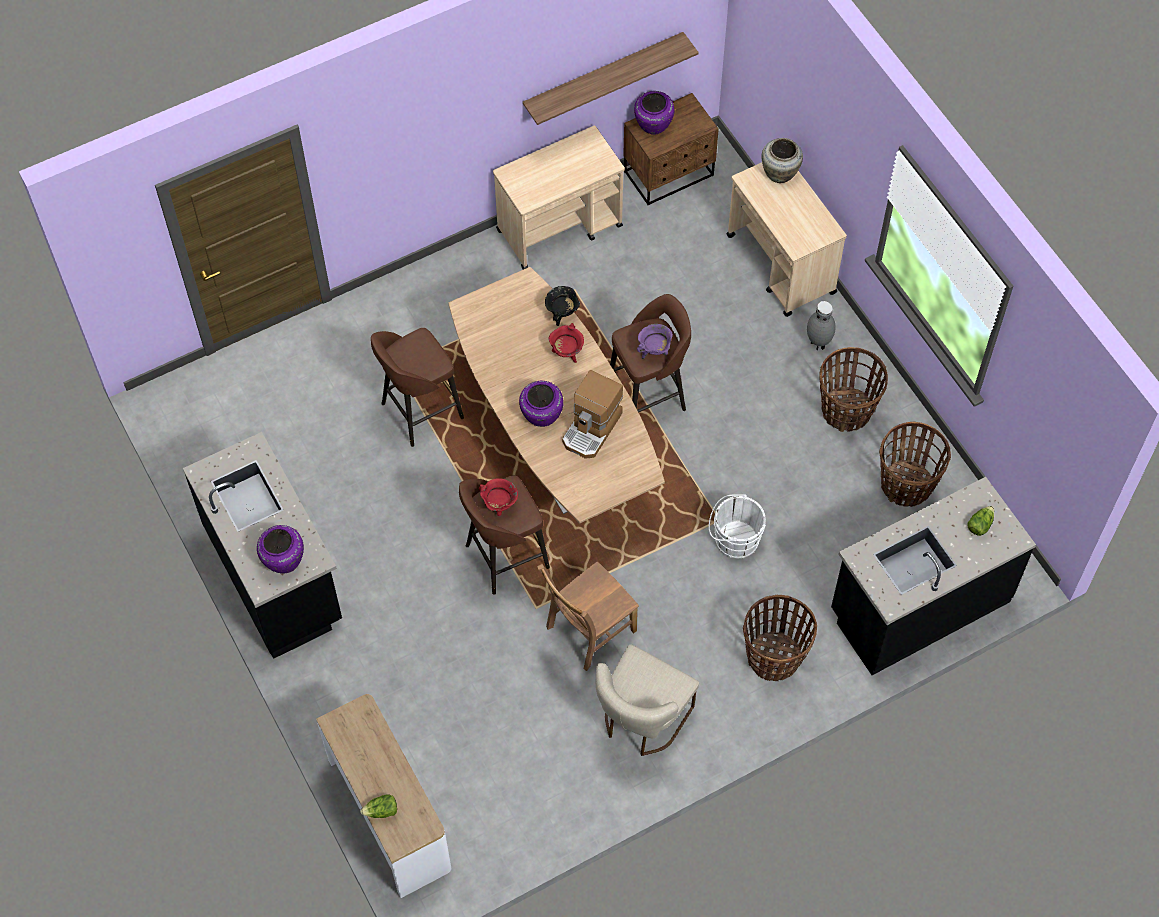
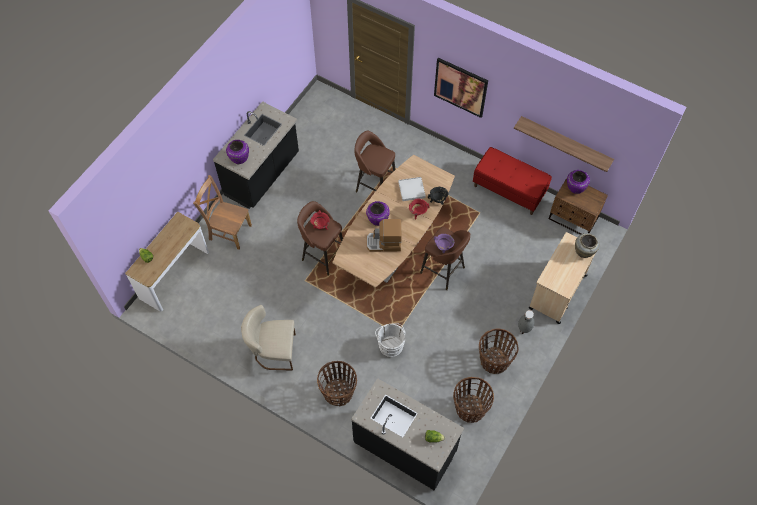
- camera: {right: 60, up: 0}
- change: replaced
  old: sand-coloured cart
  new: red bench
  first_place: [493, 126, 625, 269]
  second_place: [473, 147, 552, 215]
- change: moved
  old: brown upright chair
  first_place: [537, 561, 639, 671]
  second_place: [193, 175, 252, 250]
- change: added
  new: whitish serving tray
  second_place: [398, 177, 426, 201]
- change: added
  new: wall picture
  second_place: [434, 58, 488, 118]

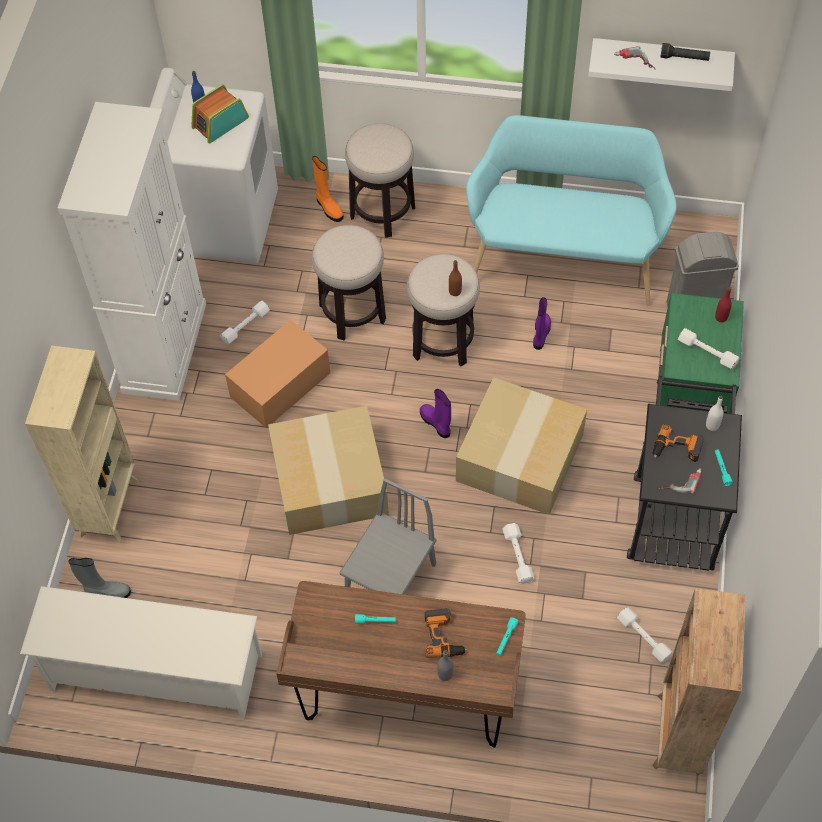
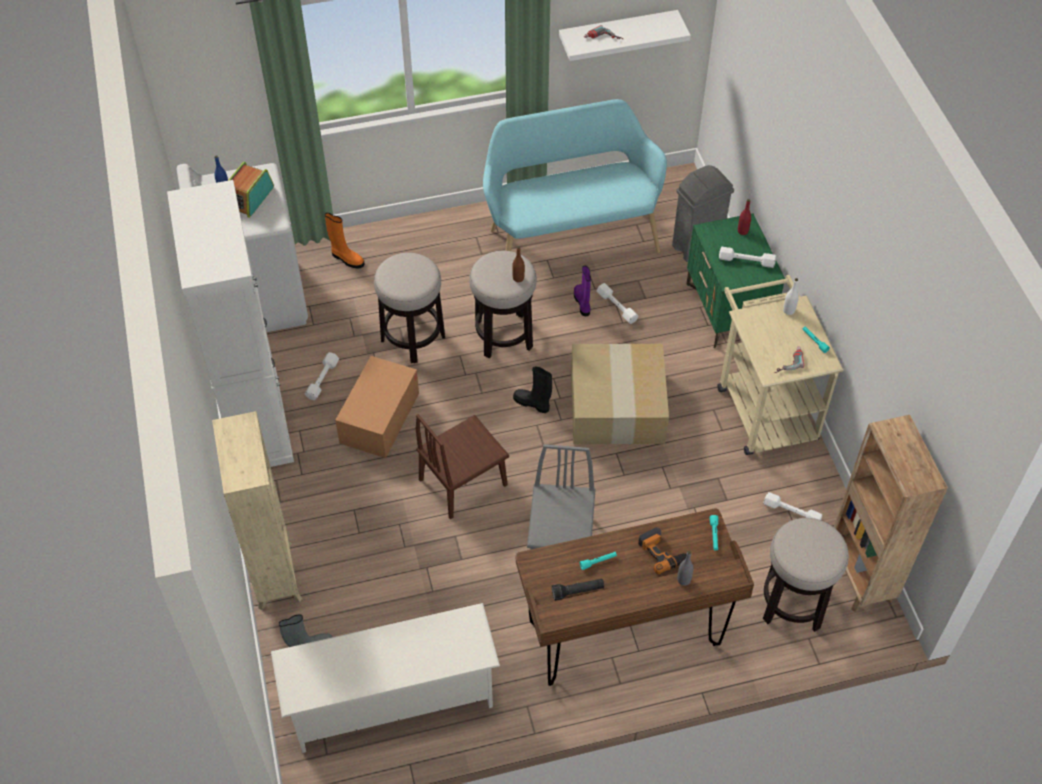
- camera: {right: -25, up: -5}
- change: replaced
  old: cardboard box
  new: brown upright chair
  first_place: [268, 406, 389, 535]
  second_place: [416, 414, 509, 519]
- change: moved
  old: sitting stool
  first_place: [345, 123, 415, 238]
  second_place: [763, 518, 849, 632]
- change: recoloured
  old: purple tall boot
  new: blackish tall boot
  first_place: [420, 389, 451, 438]
  second_place: [513, 366, 552, 413]
- change: moved
  old: whitish free weight
  first_place: [502, 523, 534, 584]
  second_place: [596, 283, 639, 324]
- change: recoloured
  old: blackish cart
  new: sand-coloured cart
  first_place: [627, 376, 742, 571]
  second_place: [717, 275, 843, 455]
- change: removed
  old: drill
  first_place: [652, 424, 704, 462]
- change: moved
  old: blackish torch
  first_place: [660, 43, 710, 61]
  second_place: [552, 579, 604, 601]

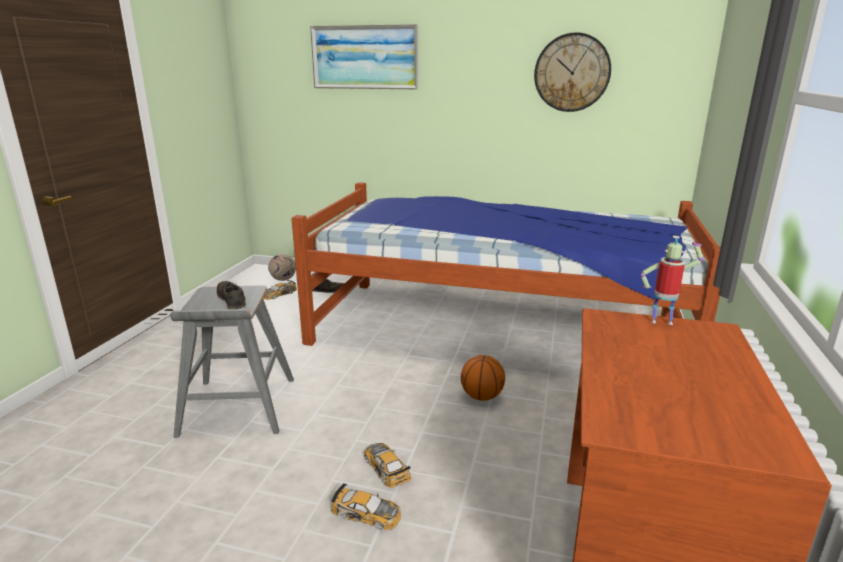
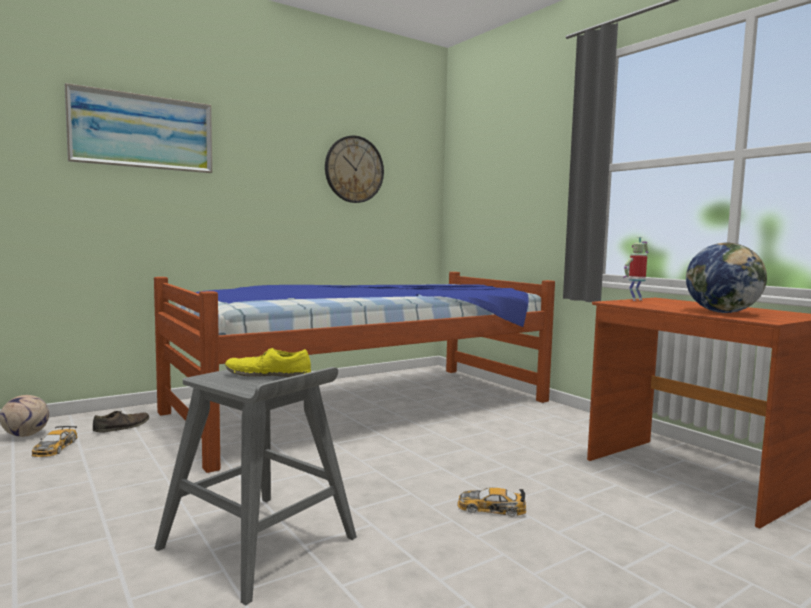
- camera: {right: -50, up: -15}
- change: recoloured
  old: brown item of footwear
  new: yellow-coloured item of footwear
  first_place: [217, 281, 246, 309]
  second_place: [225, 348, 311, 377]
- change: removed
  old: toy car
  first_place: [331, 483, 401, 530]
- change: removed
  old: ball for basketball
  first_place: [461, 355, 505, 401]
- change: added
  new: globe
  second_place: [686, 243, 767, 313]

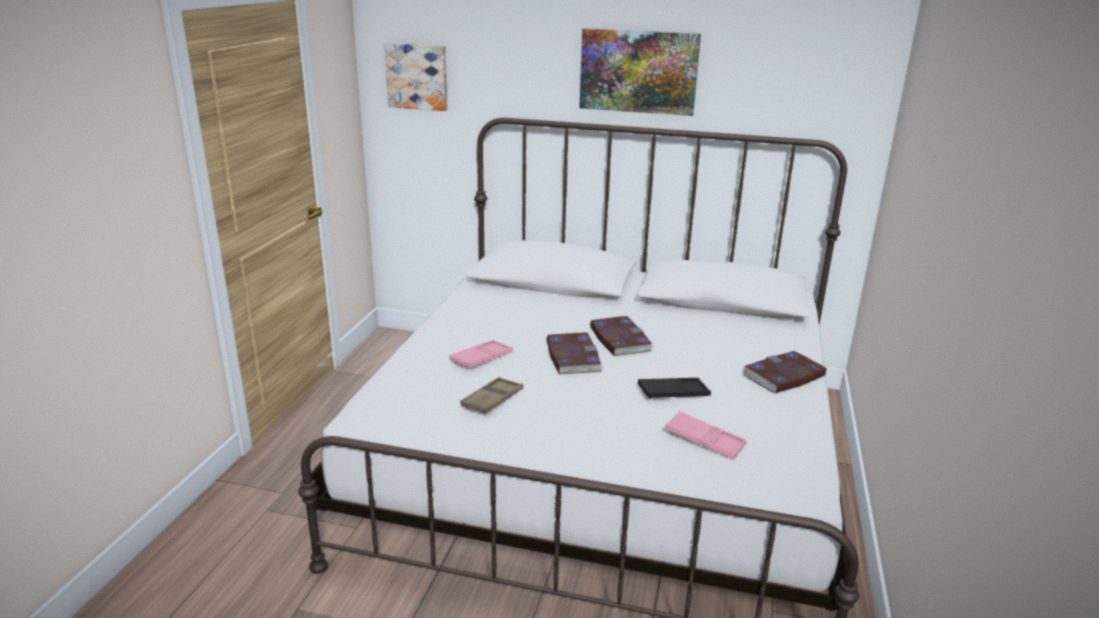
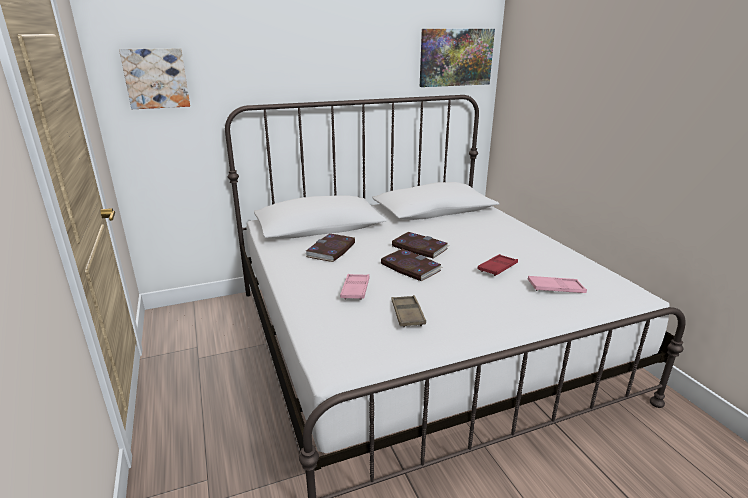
- camera: {right: -35, up: 0}
- change: moved
  old: wall picture
  first_place: [579, 28, 701, 116]
  second_place: [420, 29, 495, 87]
- change: recoloured
  old: blackish serving tray
  new: red serving tray
  first_place: [638, 378, 711, 399]
  second_place: [477, 254, 518, 276]
- change: moved
  old: book
  first_place: [742, 351, 827, 393]
  second_place: [306, 234, 355, 262]

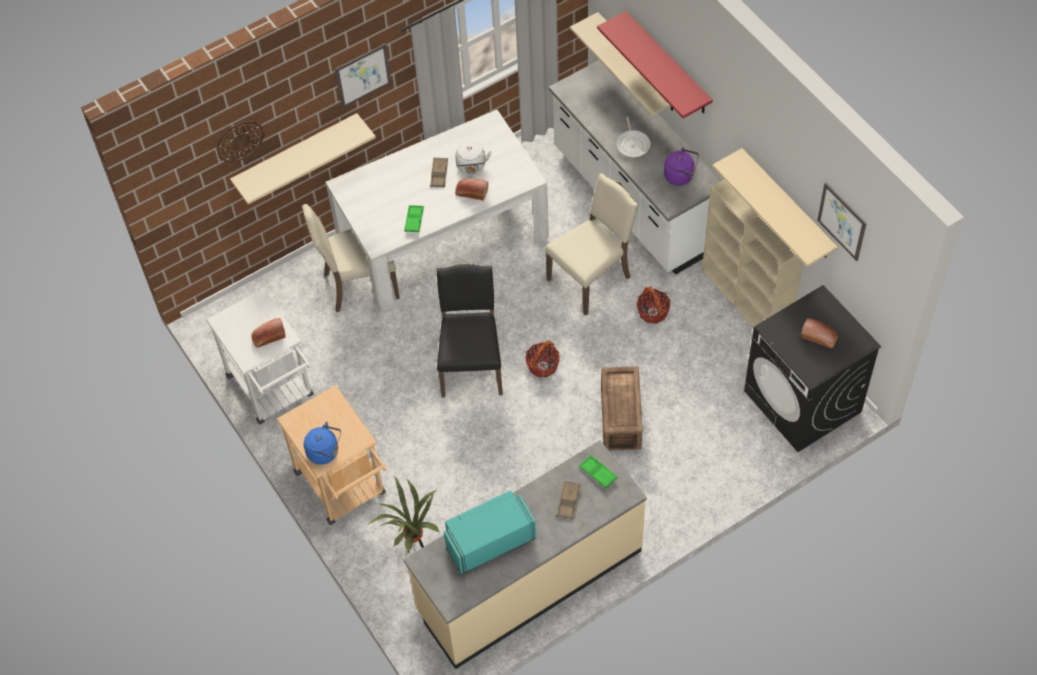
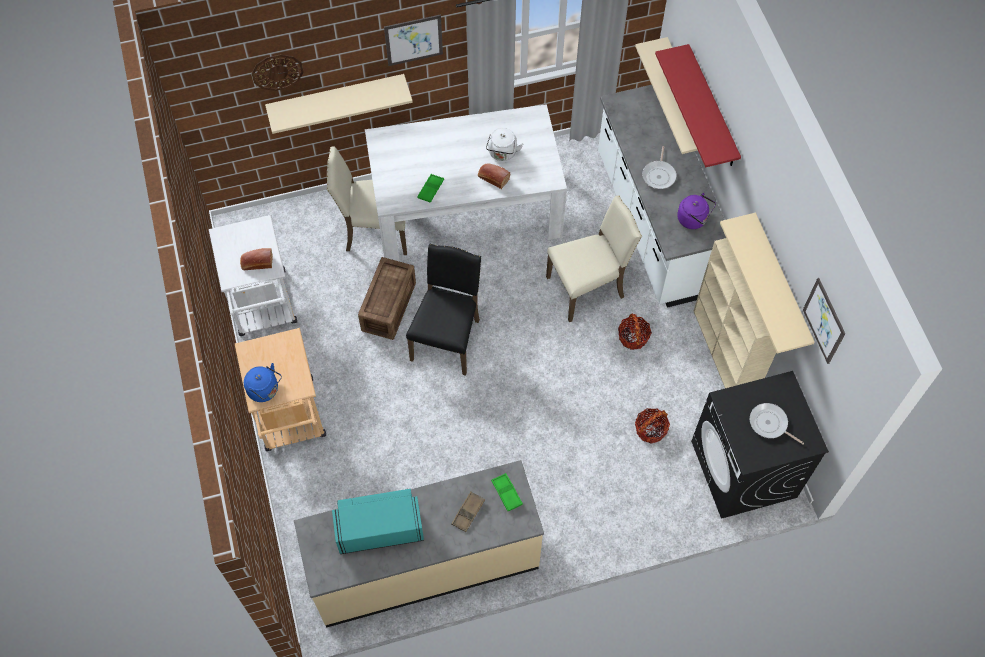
- camera: {right: 15, up: 5}
- change: removed
  old: houseplant
  first_place: [369, 477, 440, 553]
- change: removed
  old: brown serving tray
  first_place: [430, 157, 448, 187]
- change: moved
  old: household basket
  first_place: [526, 340, 560, 377]
  second_place: [635, 408, 670, 444]
- change: moved
  old: crate
  first_place: [601, 367, 642, 451]
  second_place: [358, 257, 416, 340]
- change: replaced
  old: bakery bread
  new: skillet
  first_place: [802, 318, 838, 348]
  second_place: [750, 403, 804, 444]

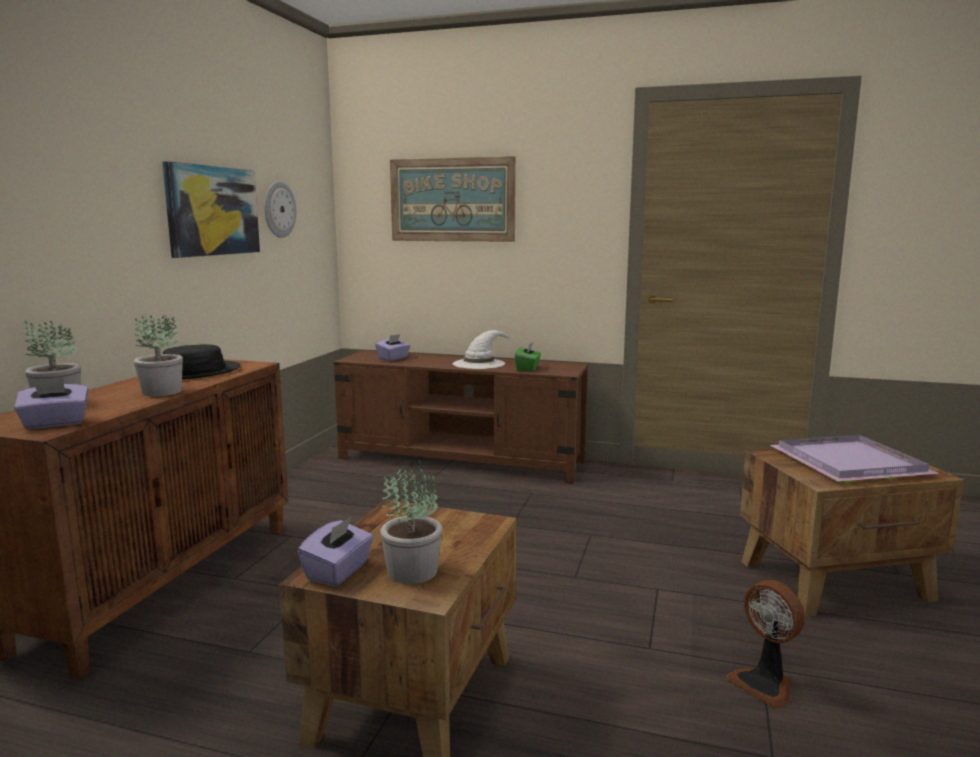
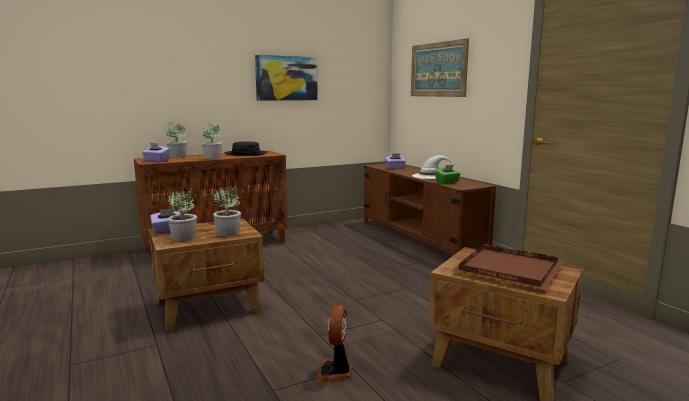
- camera: {right: 45, up: 0}
- change: removed
  old: wall clock
  first_place: [264, 181, 296, 238]
- change: recoloured
  old: purple serving tray
  new: brown serving tray
  first_place: [770, 435, 940, 484]
  second_place: [451, 244, 564, 290]
- change: added
  new: houseplant
  second_place: [213, 186, 241, 236]

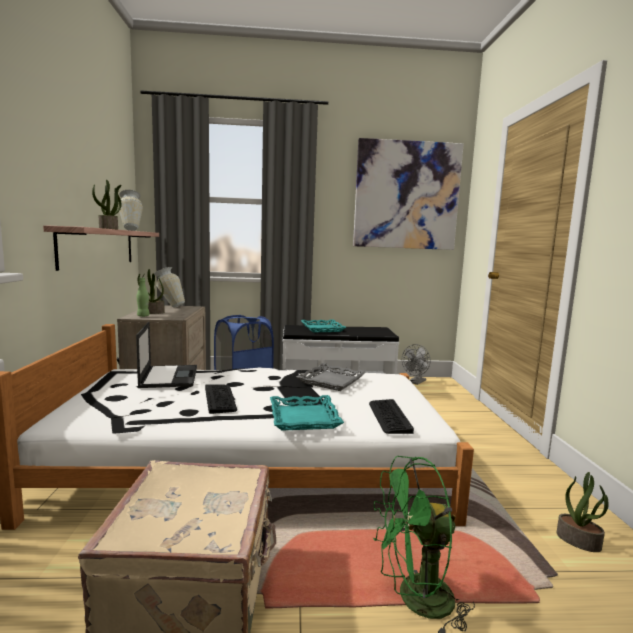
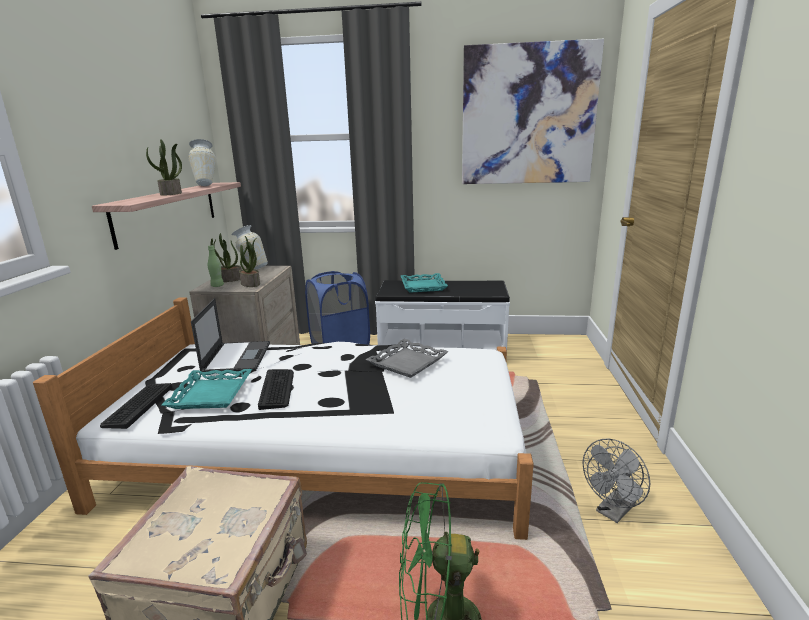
- camera: {right: 10, up: 10}
- change: moved
  old: turquoise-coloured serving tray
  first_place: [270, 395, 344, 431]
  second_place: [162, 369, 252, 409]
- change: moved
  old: keyboard
  first_place: [369, 399, 414, 434]
  second_place: [100, 383, 172, 429]
- change: moved
  old: greyish electric fan
  first_place: [402, 344, 431, 385]
  second_place: [583, 438, 650, 523]
- change: moved
  old: houseplant
  first_place: [556, 472, 609, 552]
  second_place: [239, 236, 260, 287]

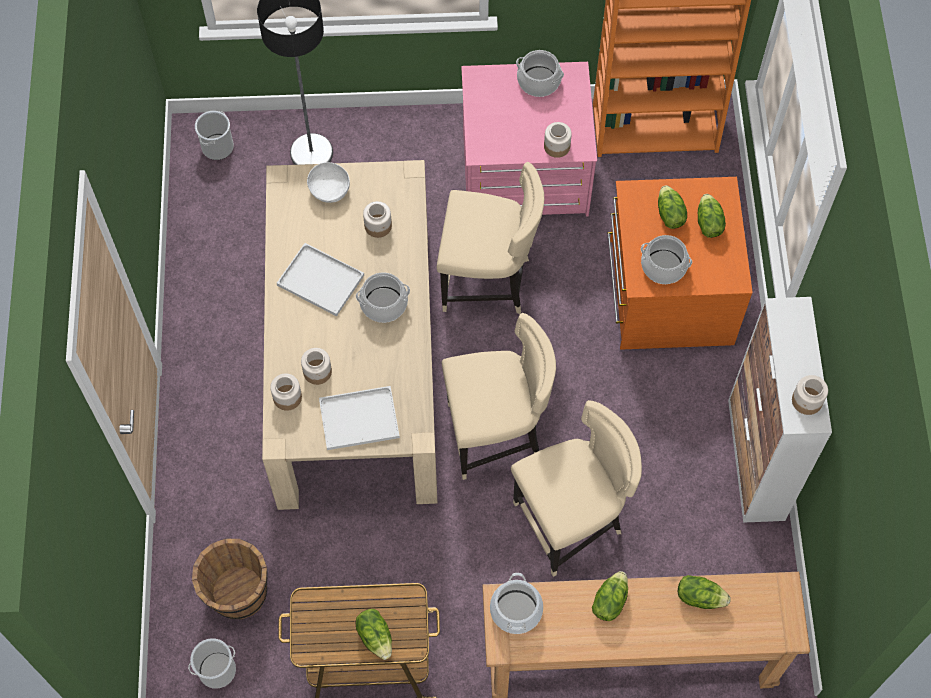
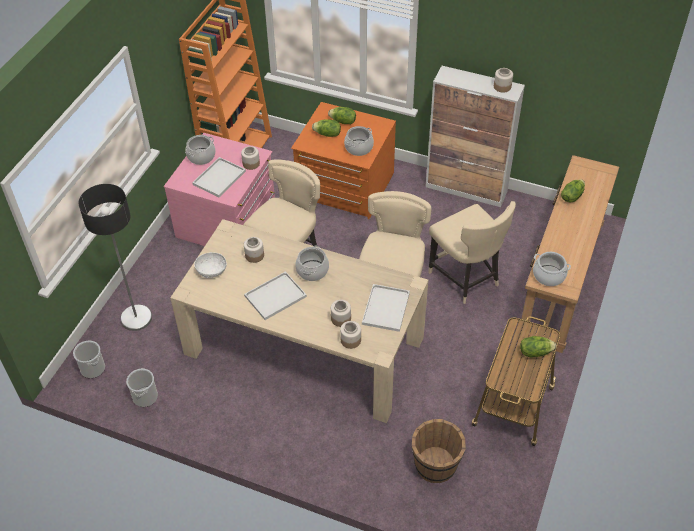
- camera: {right: -65, up: -15}
- change: moved
  old: bucket
  first_place: [188, 638, 236, 689]
  second_place: [126, 368, 158, 407]
- change: turned
  old: sand-coloured upright chair
  first_place: [511, 400, 642, 577]
  second_place: [428, 201, 516, 304]
  degrees: 150
- change: removed
  old: lettuce head
  first_place: [592, 571, 628, 621]
- change: added
  new: whitish serving tray
  second_place: [192, 157, 246, 197]

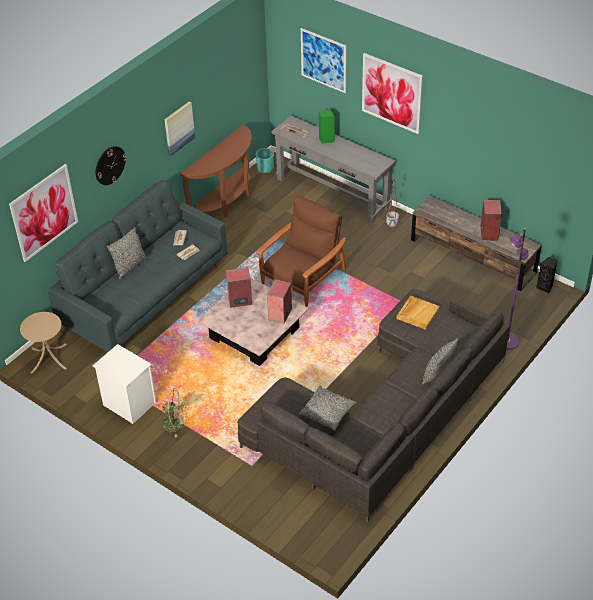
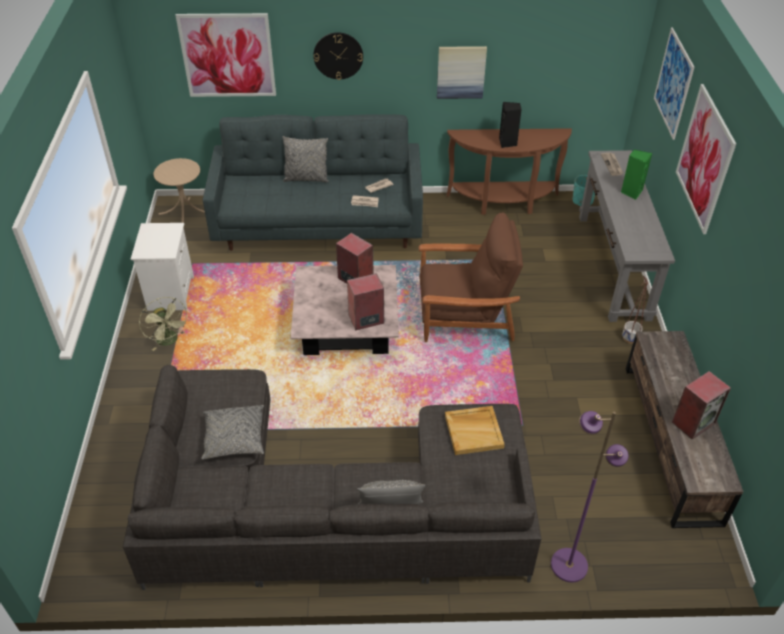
- camera: {right: 50, up: 0}
- change: moved
  old: blackish loudspeaker
  first_place: [536, 257, 558, 293]
  second_place: [499, 102, 522, 148]

